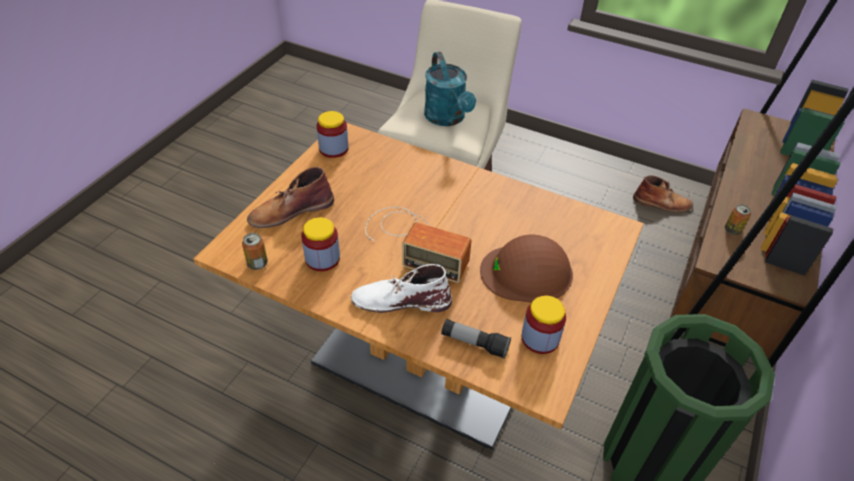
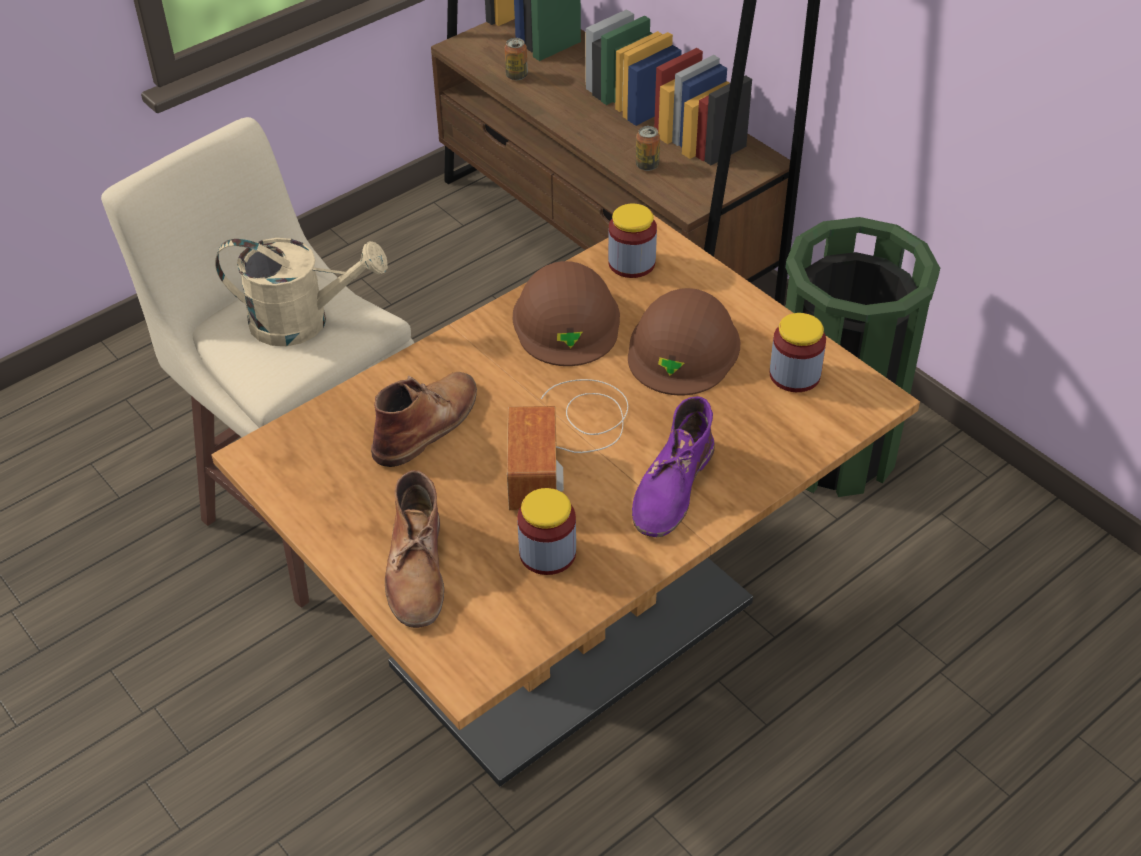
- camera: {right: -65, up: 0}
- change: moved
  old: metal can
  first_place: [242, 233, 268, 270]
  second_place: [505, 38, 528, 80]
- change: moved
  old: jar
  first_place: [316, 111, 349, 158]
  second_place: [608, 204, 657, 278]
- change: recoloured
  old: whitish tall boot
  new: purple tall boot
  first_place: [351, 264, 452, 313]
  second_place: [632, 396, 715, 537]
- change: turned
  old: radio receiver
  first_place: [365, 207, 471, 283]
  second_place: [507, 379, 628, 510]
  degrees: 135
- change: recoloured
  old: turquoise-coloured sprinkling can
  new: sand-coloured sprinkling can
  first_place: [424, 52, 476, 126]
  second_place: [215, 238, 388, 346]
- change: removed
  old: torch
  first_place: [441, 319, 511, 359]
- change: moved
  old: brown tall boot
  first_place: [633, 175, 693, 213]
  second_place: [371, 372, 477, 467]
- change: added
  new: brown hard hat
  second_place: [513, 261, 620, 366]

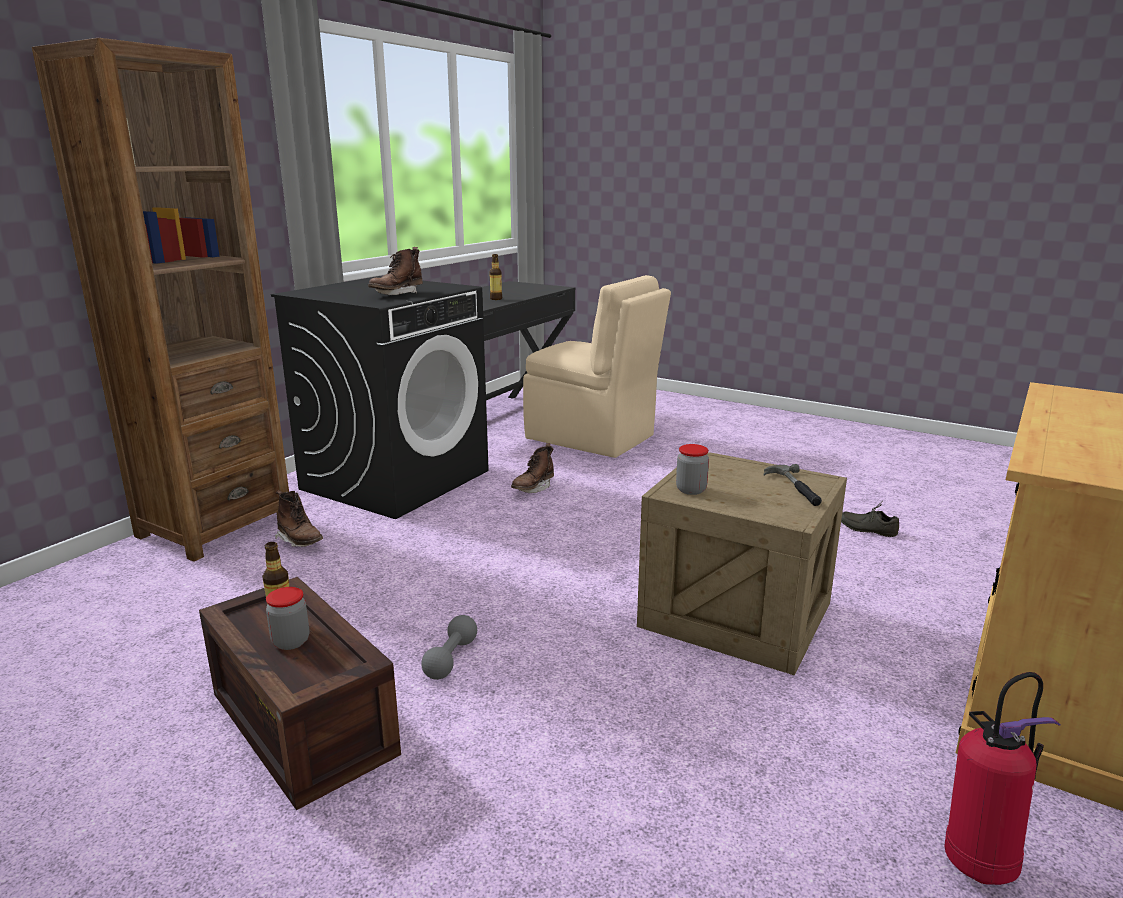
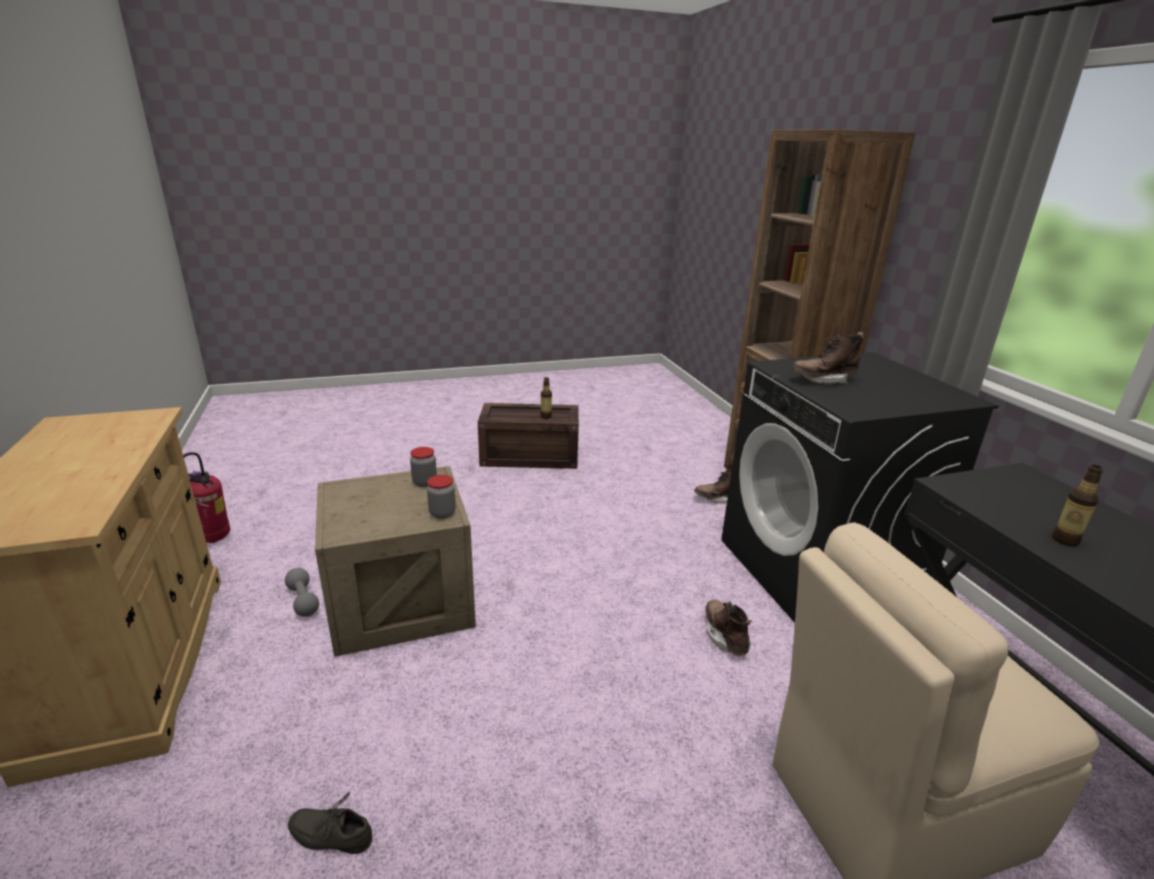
- camera: {right: 130, up: 5}
- change: moved
  old: jar
  first_place: [266, 587, 309, 650]
  second_place: [427, 475, 456, 519]
- change: turned
  old: brown tall boot
  first_place: [368, 247, 423, 295]
  second_place: [791, 332, 864, 384]
  degrees: -90
- change: moved
  old: greyish free weight
  first_place: [421, 615, 477, 680]
  second_place: [285, 568, 319, 617]
- change: removed
  old: hammer
  first_place: [764, 464, 822, 506]
- change: turned
  old: greyish item of footwear
  first_place: [841, 501, 899, 537]
  second_place: [288, 792, 372, 854]
  degrees: -150

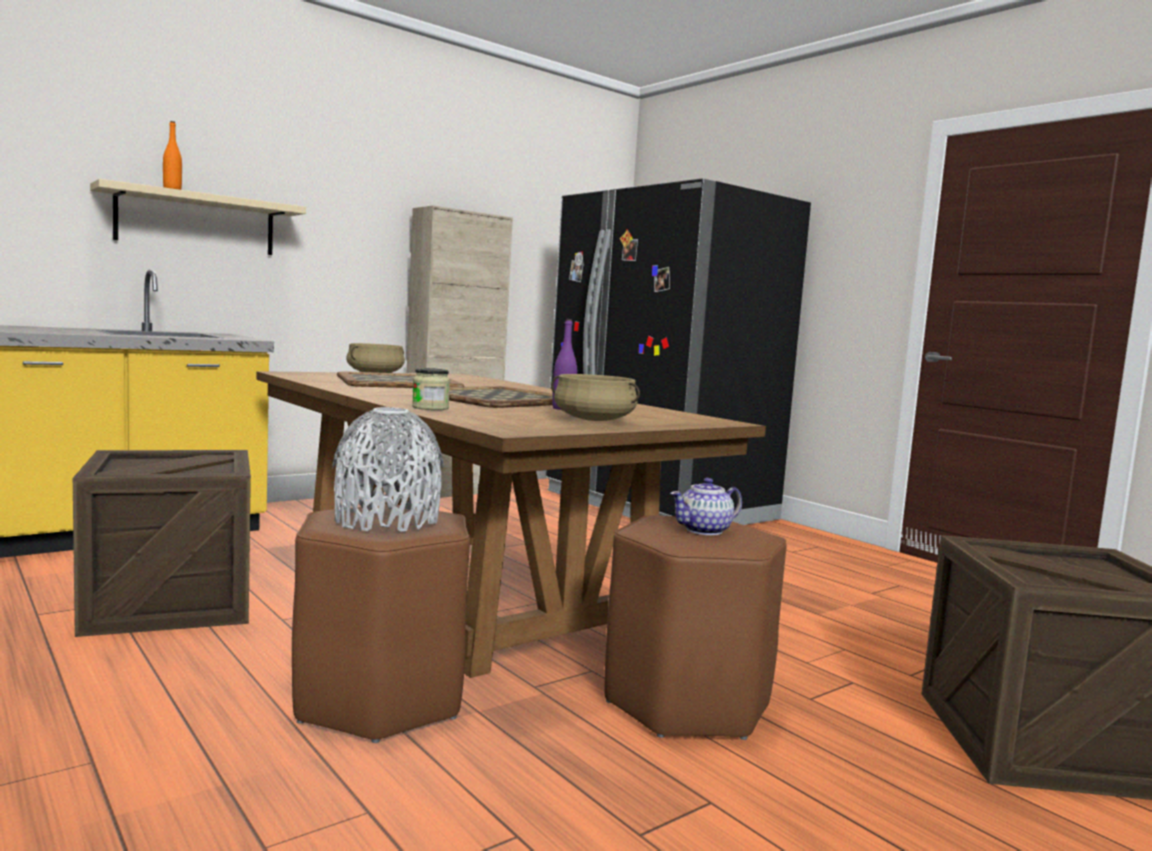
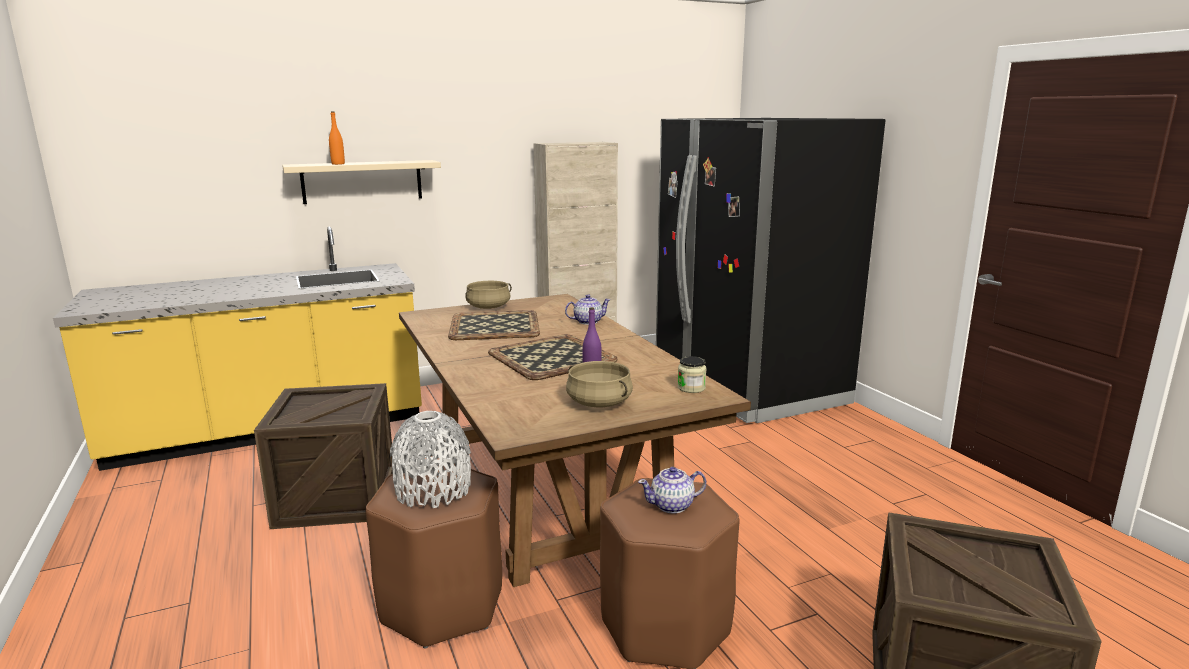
- camera: {right: 15, up: 10}
- change: moved
  old: jar
  first_place: [412, 368, 450, 410]
  second_place: [678, 356, 707, 393]
- change: added
  new: tea pot
  second_place: [565, 294, 611, 325]

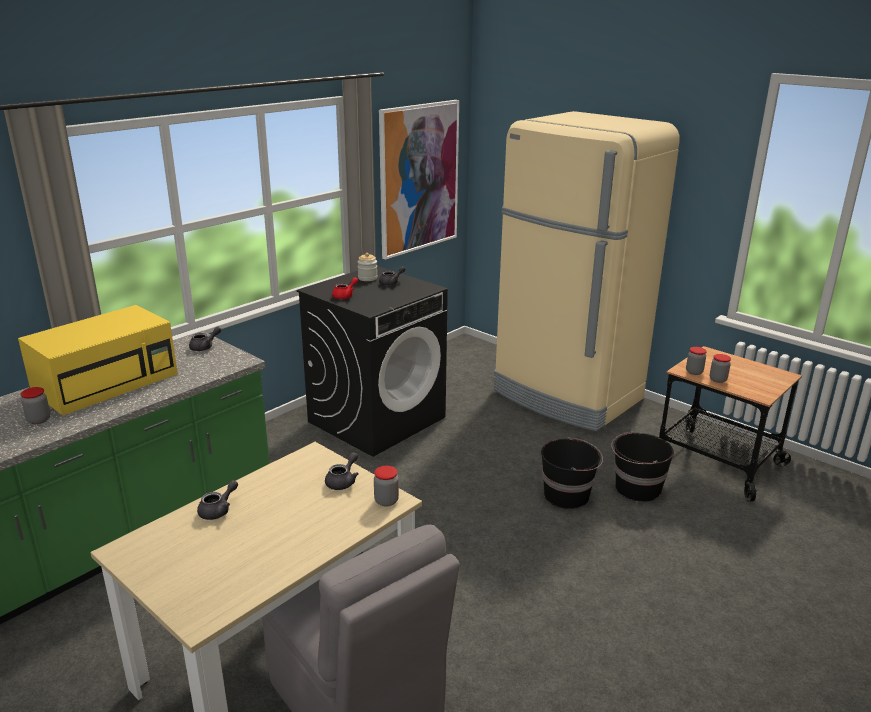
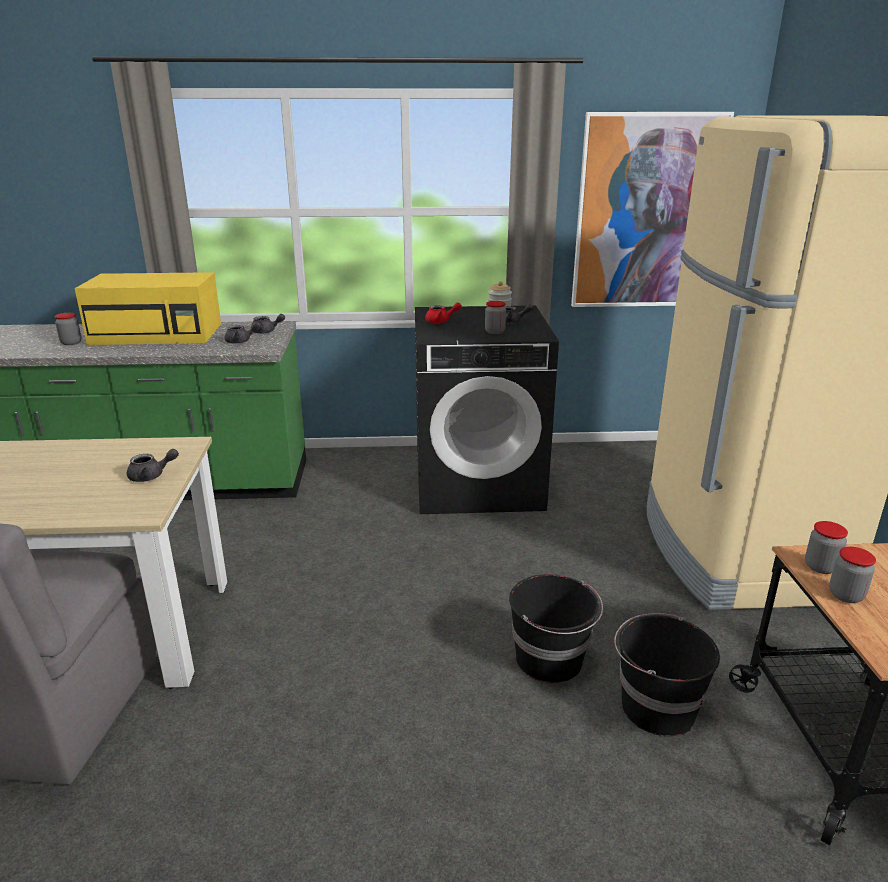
- camera: {right: 45, up: 0}
- change: moved
  old: greyish tea pot
  first_place: [197, 480, 238, 520]
  second_place: [225, 322, 261, 343]
- change: moved
  old: jar
  first_place: [374, 466, 399, 507]
  second_place: [485, 301, 506, 334]

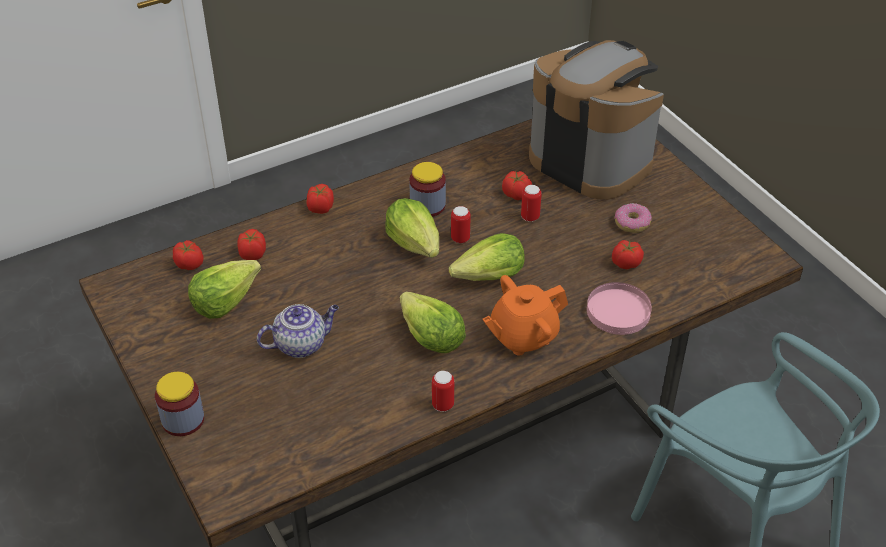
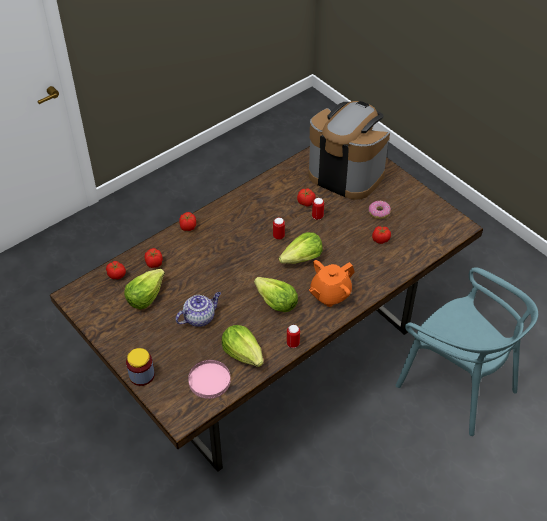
- camera: {right: -10, up: 5}
- change: moved
  old: lettuce head
  first_place: [385, 198, 439, 258]
  second_place: [222, 325, 263, 367]
- change: removed
  old: jar
  first_place: [409, 162, 446, 217]
- change: moved
  old: pinkish flat dish
  first_place: [587, 282, 652, 335]
  second_place: [188, 360, 231, 399]

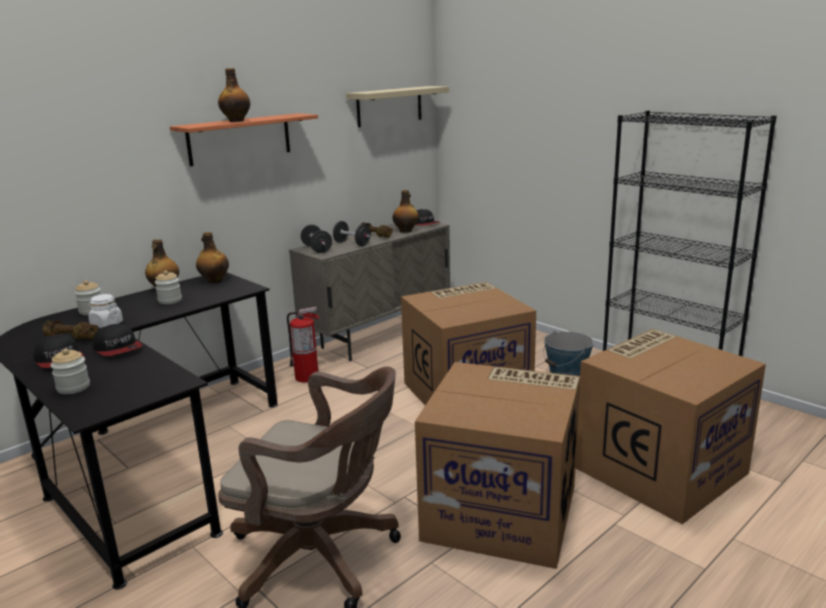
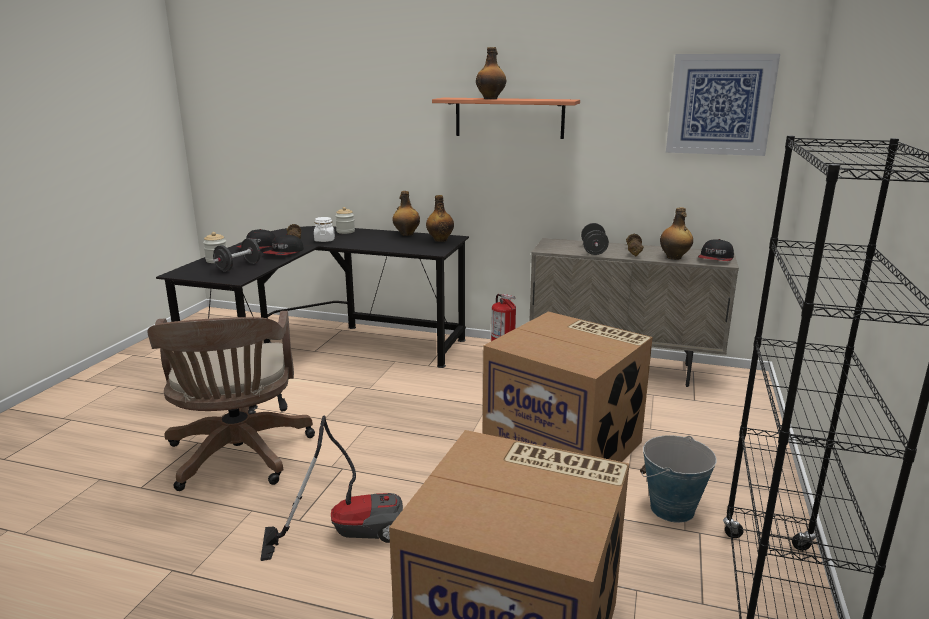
- camera: {right: 60, up: 0}
- change: removed
  old: jar
  first_place: [155, 270, 182, 304]
- change: moved
  old: blackish free weight
  first_place: [301, 225, 332, 253]
  second_place: [213, 238, 261, 272]
- change: replaced
  old: sand-coloured bracket shelf
  new: wall picture
  first_place: [346, 86, 449, 128]
  second_place: [666, 54, 780, 156]
- change: replaced
  old: cardboard box
  new: hoover
  first_place: [415, 362, 580, 569]
  second_place: [261, 416, 403, 561]

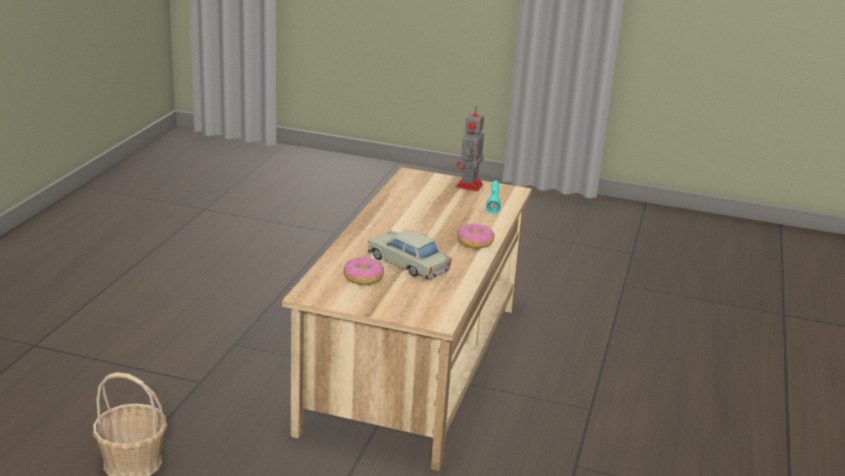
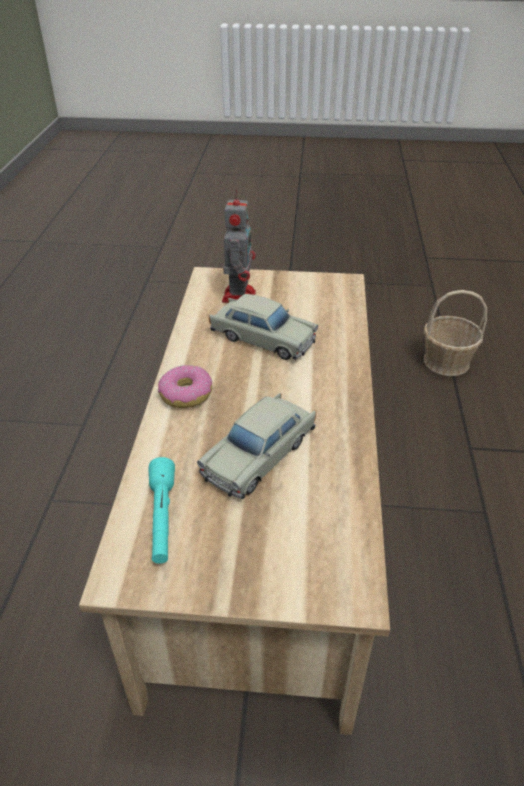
- camera: {right: 170, up: 15}
- change: removed
  old: ring doughnut
  first_place: [344, 256, 384, 285]
- change: moved
  old: toy robot
  first_place: [456, 106, 484, 191]
  second_place: [222, 189, 256, 303]
- change: added
  new: sand-coloured toy car
  second_place: [197, 393, 316, 499]

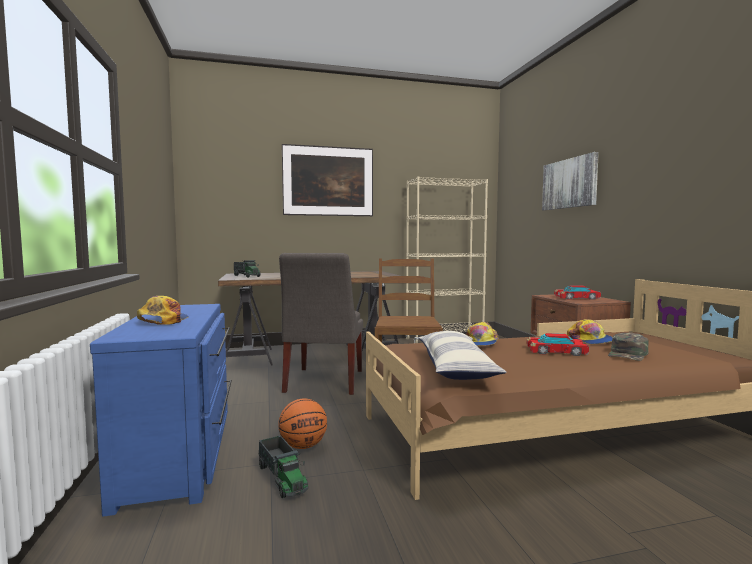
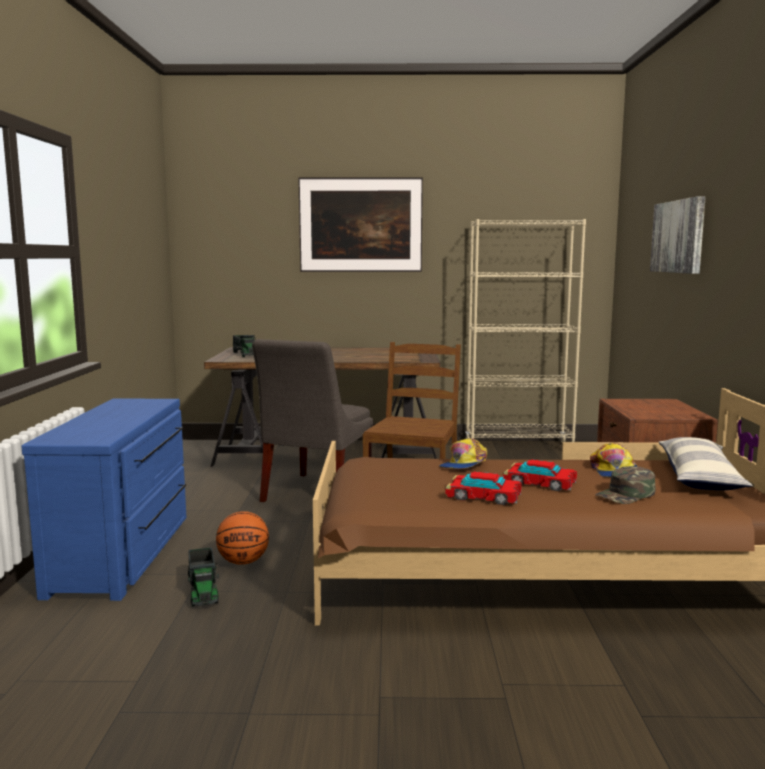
- camera: {right: 15, up: 5}
- change: removed
  old: cap
  first_place: [137, 296, 189, 325]
- change: moved
  old: cushion
  first_place: [419, 331, 507, 380]
  second_place: [658, 437, 753, 490]
- change: moved
  old: toy car
  first_place: [554, 285, 601, 300]
  second_place: [446, 471, 522, 505]

